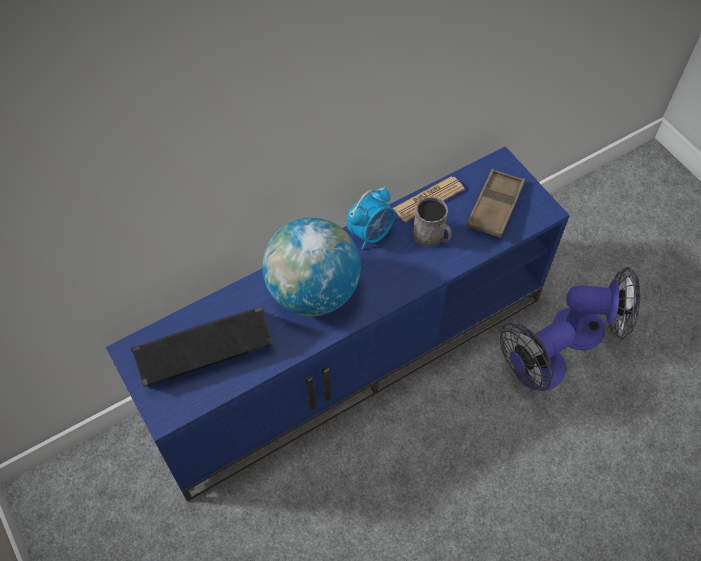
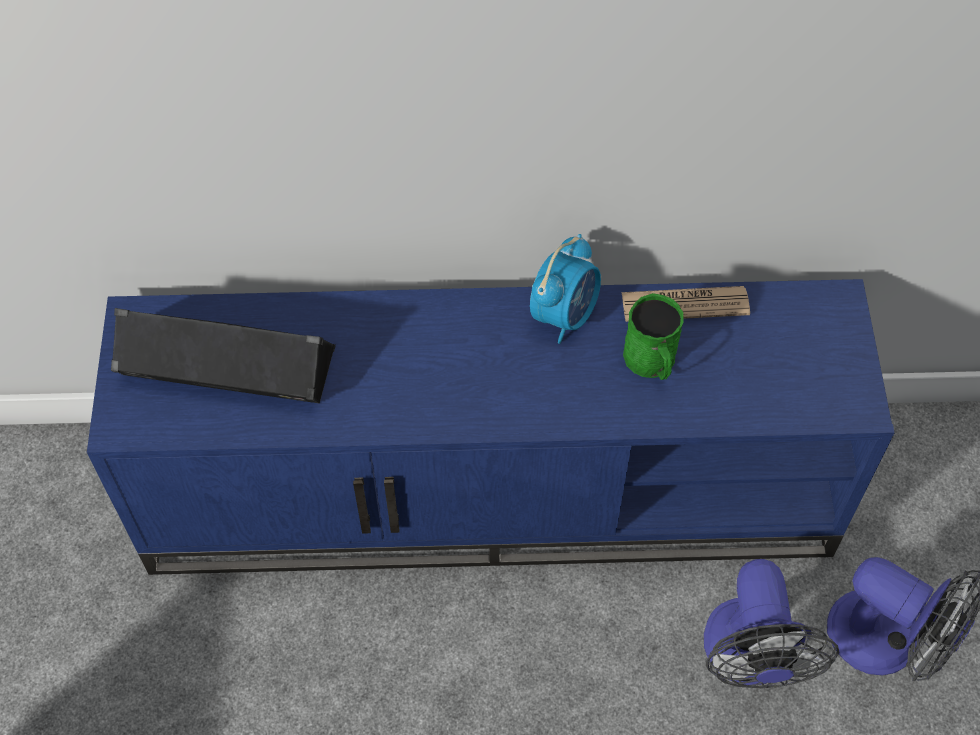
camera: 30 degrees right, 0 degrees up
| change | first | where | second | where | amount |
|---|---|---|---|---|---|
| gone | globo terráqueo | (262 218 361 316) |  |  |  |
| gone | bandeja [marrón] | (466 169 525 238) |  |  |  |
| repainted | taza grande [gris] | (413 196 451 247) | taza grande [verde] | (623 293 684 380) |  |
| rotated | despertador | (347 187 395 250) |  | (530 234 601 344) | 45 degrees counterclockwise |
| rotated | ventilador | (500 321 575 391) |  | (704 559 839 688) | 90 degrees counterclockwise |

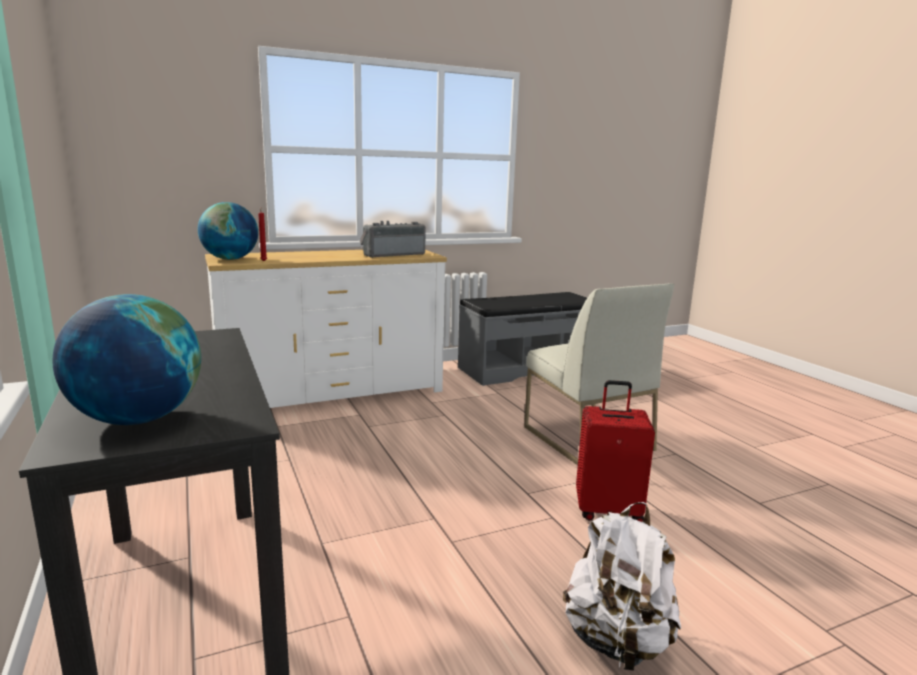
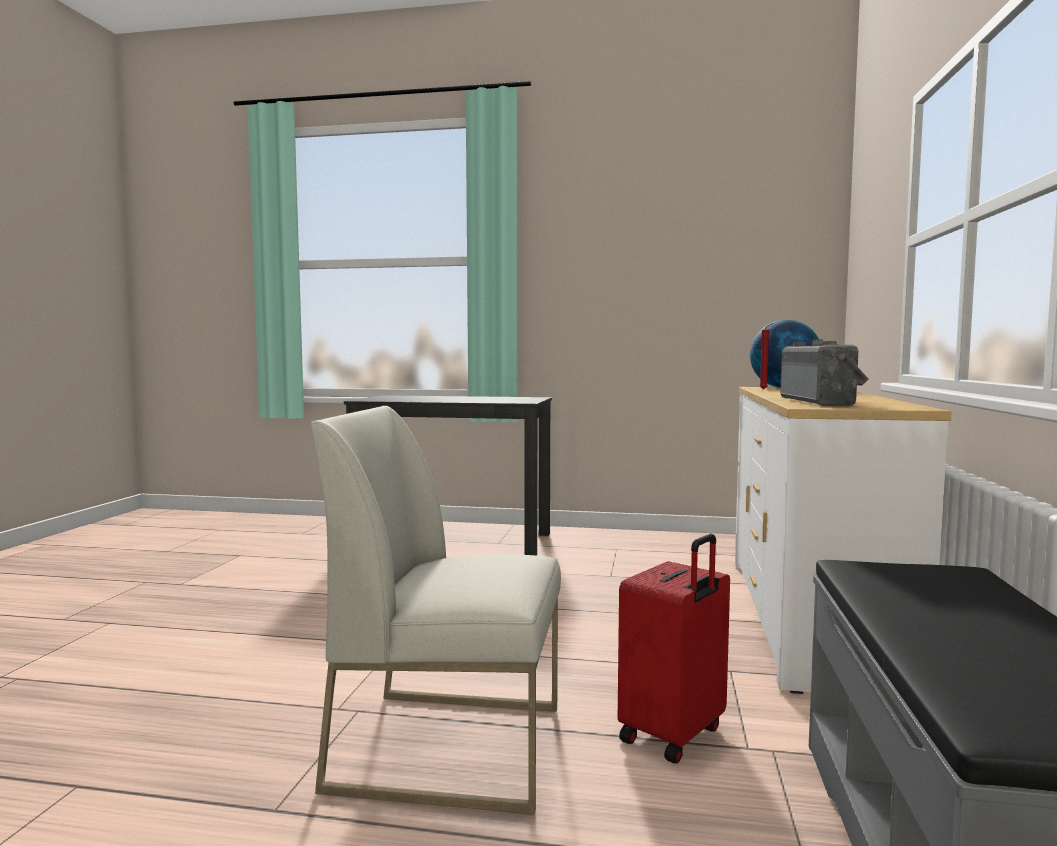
camera: 125 degrees right, 10 degrees down
| change | first | where | second | where | amount |
|---|---|---|---|---|---|
| gone | globo terráqueo | (52 294 201 425) |  |  |  |
| gone | mochila [blanco] | (563 502 681 671) |  |  |  |
| shifted | maleta [rojo] | (576 380 655 522) |  | (618 534 730 763) |  |

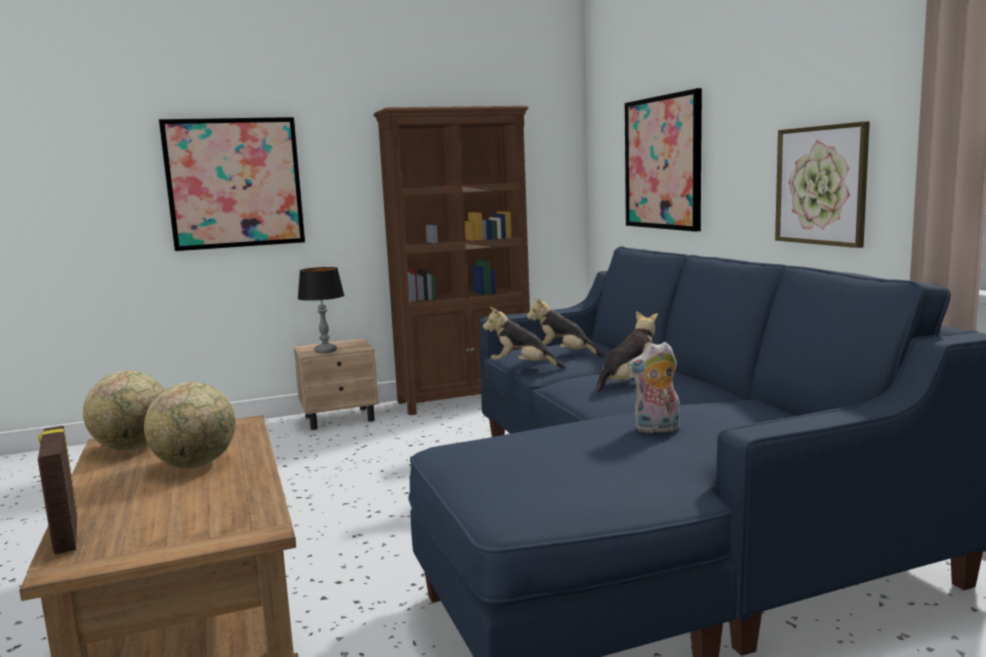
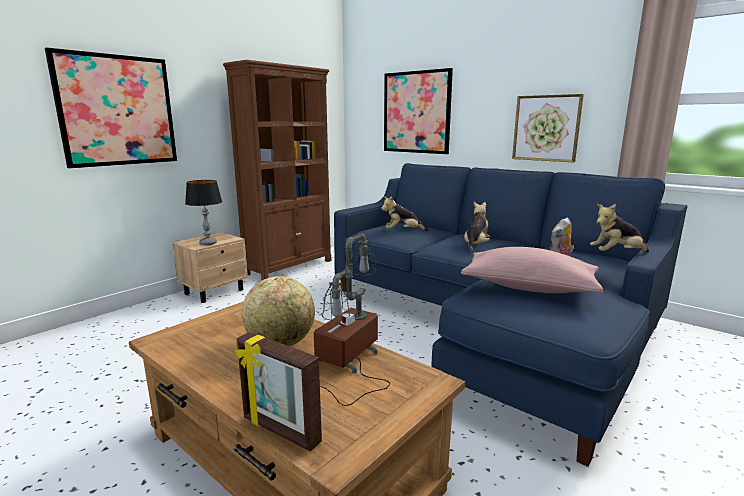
camera: 30 degrees left, 5 degrees up
| change | first | where | second | where | amount |
|---|---|---|---|---|---|
| gone | globo terráqueo | (83 371 165 450) |  |  |  |
| new |  |  | lámpara de mesa | (314 233 390 406) |  |
| new |  |  | cojín [rosa] | (461 247 603 293) |  |
| shifted | peluche | (483 307 566 369) |  | (590 204 649 252) |  |

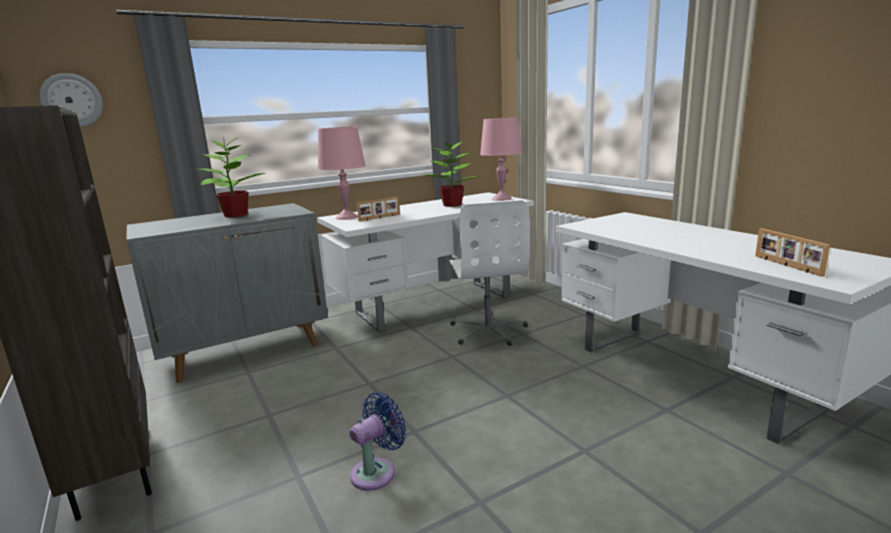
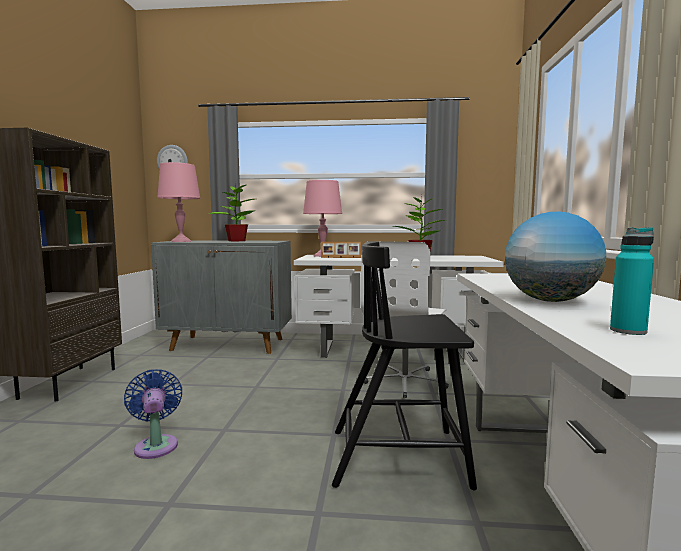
camera: 35 degrees right, 10 degrees down
| change | first | where | second | where | amount |
|---|---|---|---|---|---|
| new |  |  | silla [negro] | (332 242 477 490) |  |
| new |  |  | globo terráqueo | (505 211 606 302) |  |
| shifted | lámpara de mesa [rosa] | (480 117 523 201) |  | (157 162 201 242) |  |
| swapped | portarretratos | (755 228 830 277) | botella [turquesa] | (610 227 654 335) |  |
| rotated | ventilador [azul] | (349 392 407 491) |  | (124 369 182 459) | 105 degrees counterclockwise |

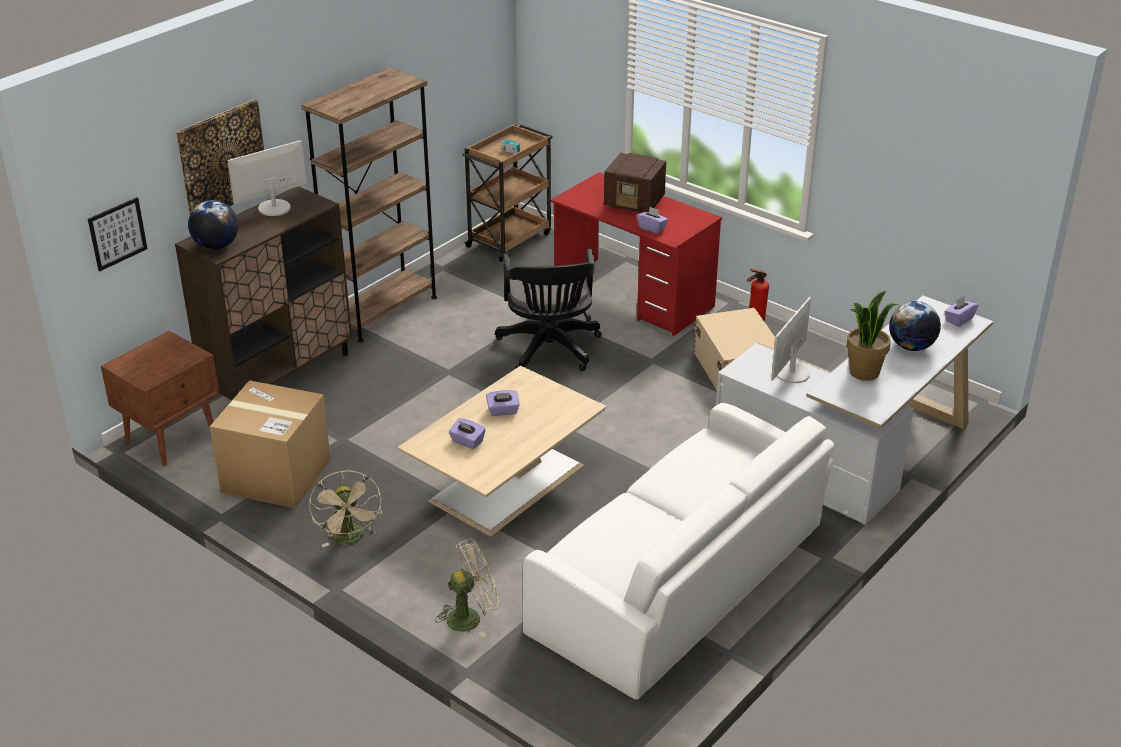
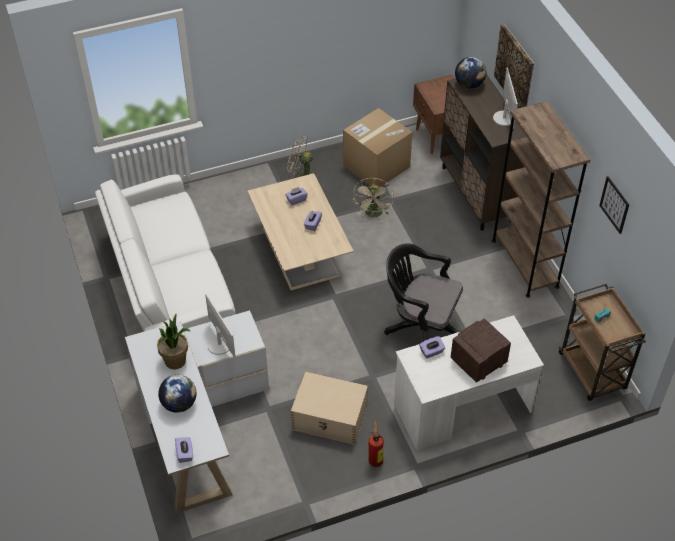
camera: 120 degrees right, 15 degrees up
| change | first | where | second | where | amount |
|---|---|---|---|---|---|
| shifted | cuadro | (88 197 148 271) |  | (599 176 629 234) |  |
| shifted | ventilador [beis] | (435 539 499 637) |  | (353 178 394 217) |  |
| repainted | escritorio [rojo] | (551 172 722 336) | escritorio [blanco] | (394 315 544 450) |  |

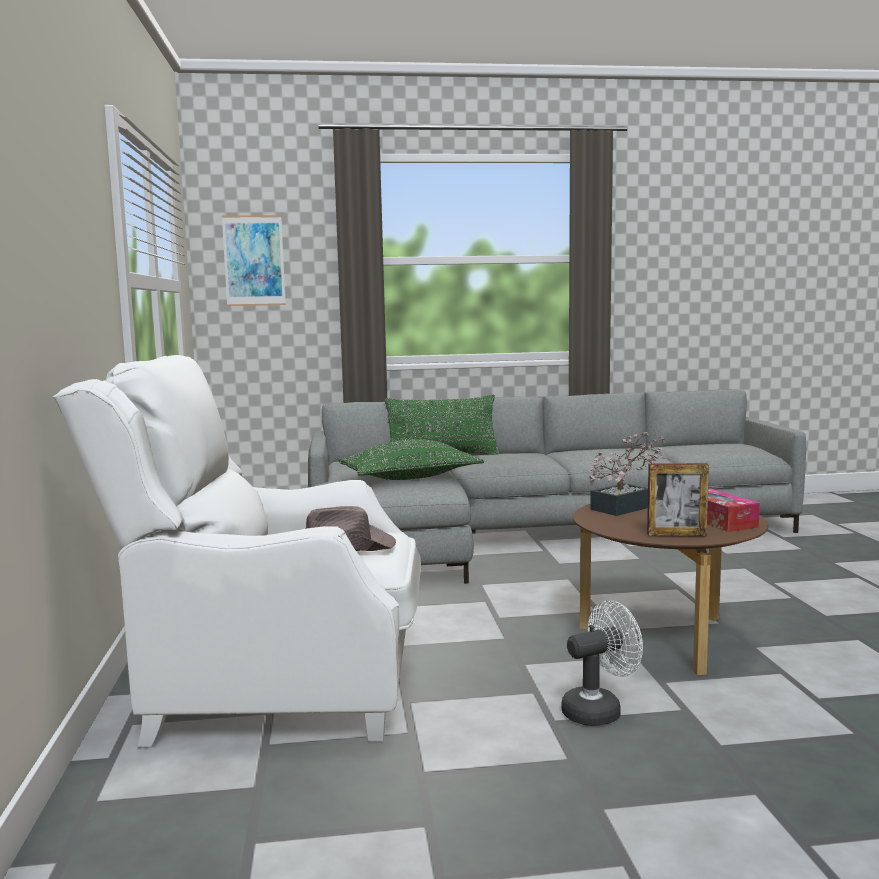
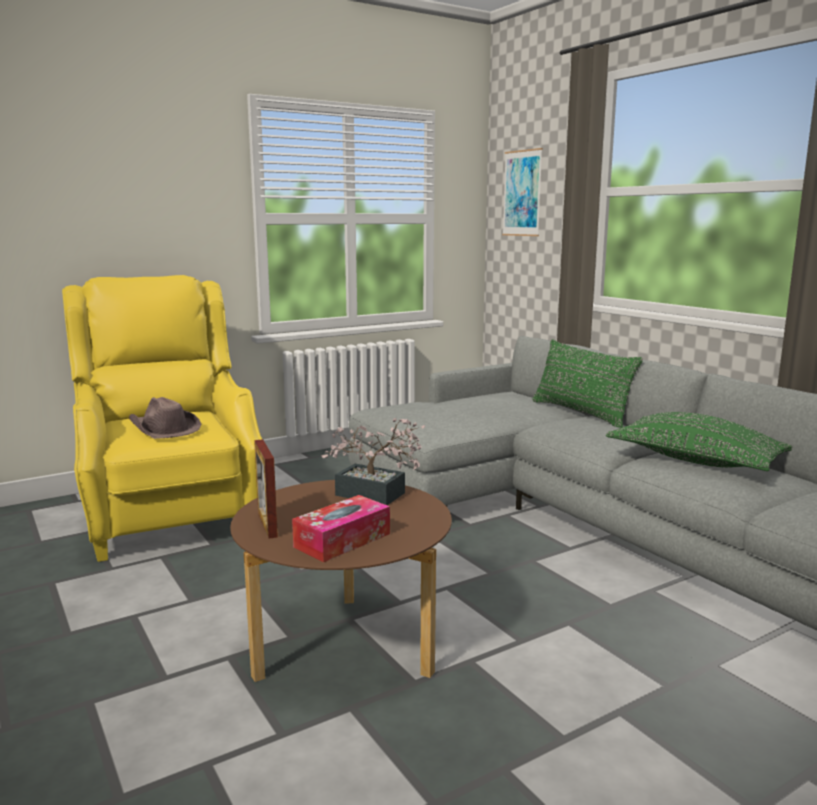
camera: 65 degrees right, 5 degrees up
| change | first | where | second | where | amount |
|---|---|---|---|---|---|
| gone | ventilador [blanco] | (561 600 643 726) |  |  |  |
| shifted | cojín [verde] | (339 439 484 480) |  | (606 412 792 471) |  |
| repainted | sillón [blanco] | (53 355 421 748) | sillón [amarillo] | (62 275 262 562) |  |

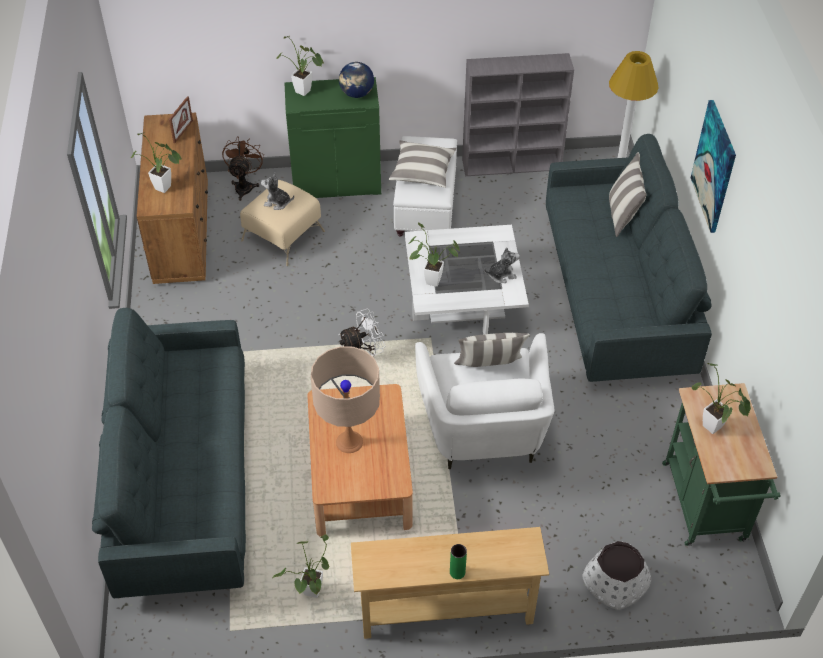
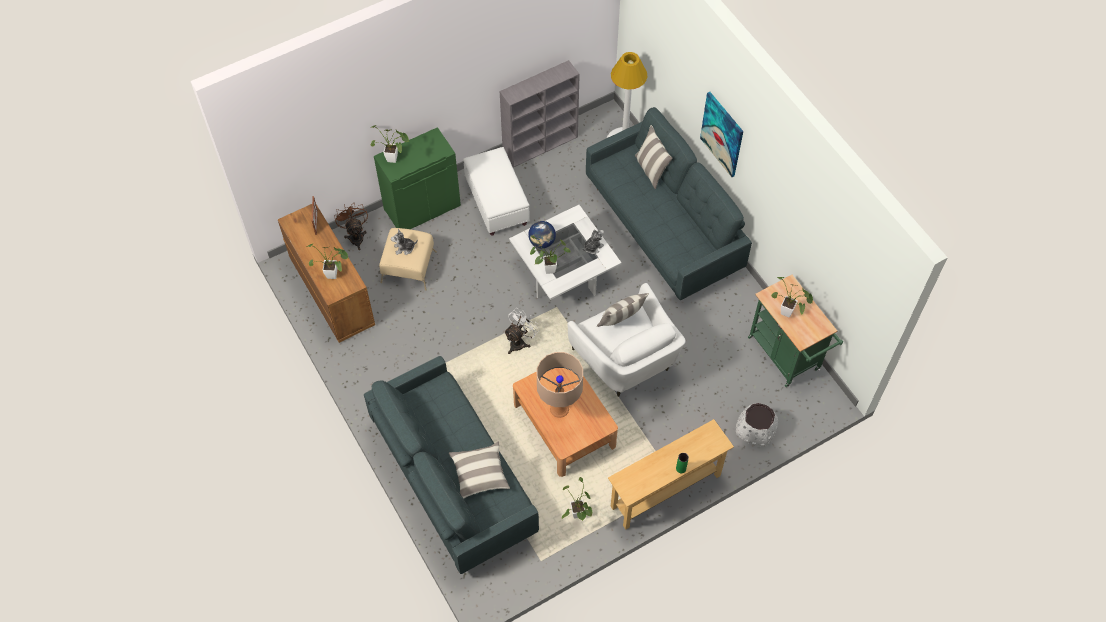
camera: 25 degrees left, 10 degrees up
| change | first | where | second | where | amount |
|---|---|---|---|---|---|
| shifted | globo terráqueo | (339 62 374 98) |  | (528 221 556 248) |  |
| shifted | cojín | (389 140 456 188) |  | (449 442 510 499) |  |

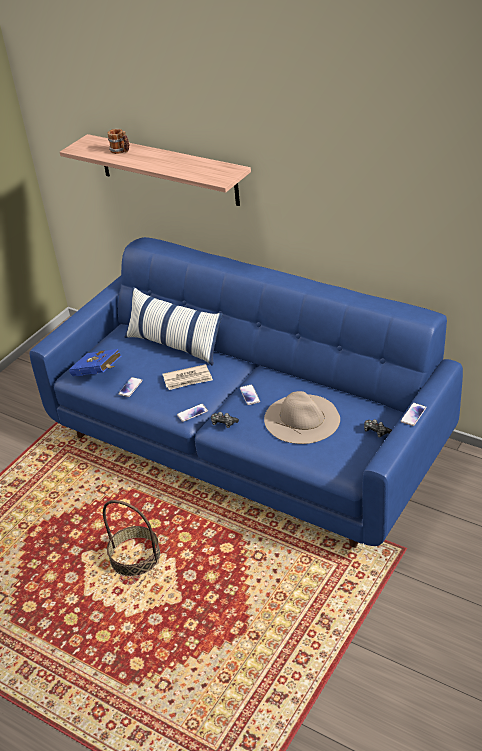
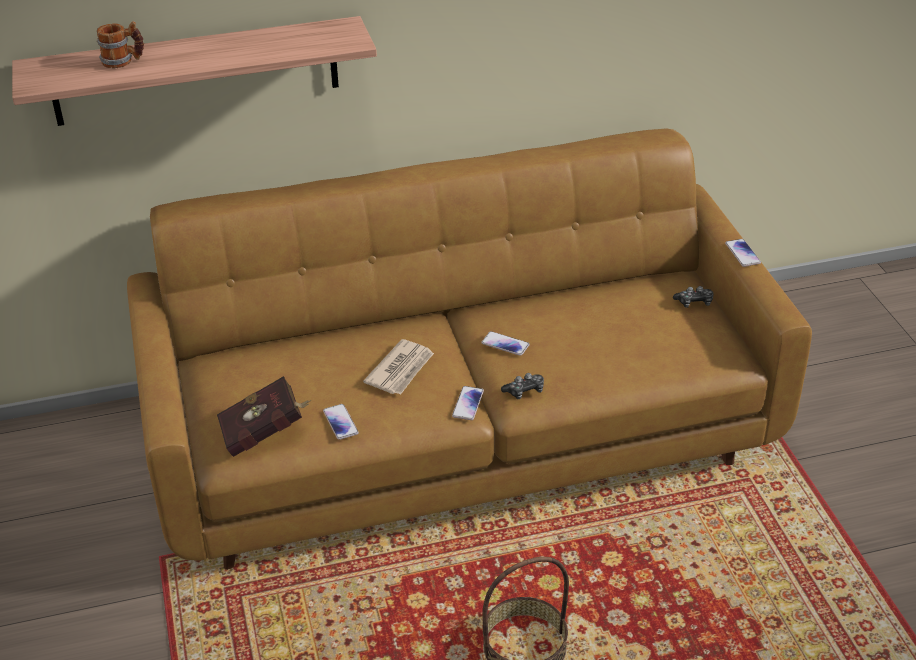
camera: 50 degrees left, 0 degrees up
| change | first | where | second | where | amount |
|---|---|---|---|---|---|
| gone | cojín | (125 287 223 366) |  |  |  |
| gone | sombrero [beis] | (264 391 340 444) |  |  |  |
| repainted | sofá [azul] | (30 237 463 548) | sofá [marrón] | (127 129 812 570) |  |
| repainted | libro [azul] | (69 349 121 376) | libro [rojo] | (217 376 311 457) |  |

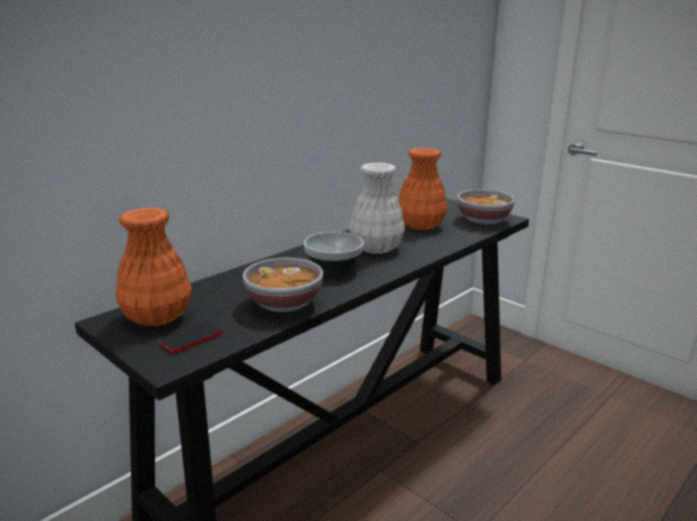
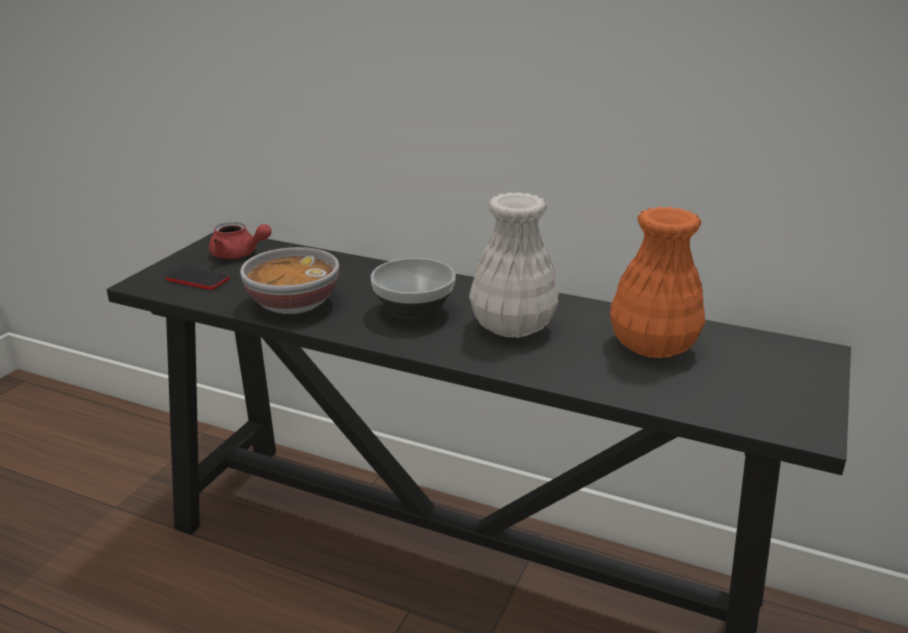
camera: 70 degrees right, 5 degrees up
| change | first | where | second | where | amount |
|---|---|---|---|---|---|
| gone | cuenco | (457 189 515 224) |  |  |  |
| swapped | florero [naranja] | (115 207 192 326) | tetera [rojo] | (209 222 272 259) |  |

